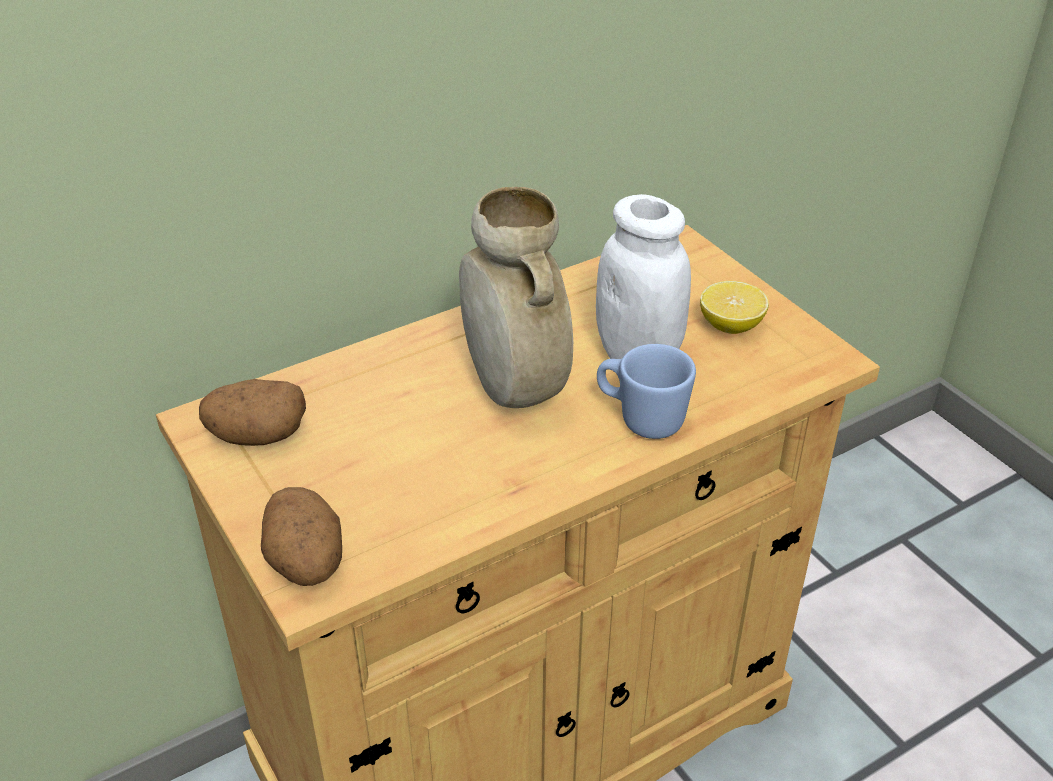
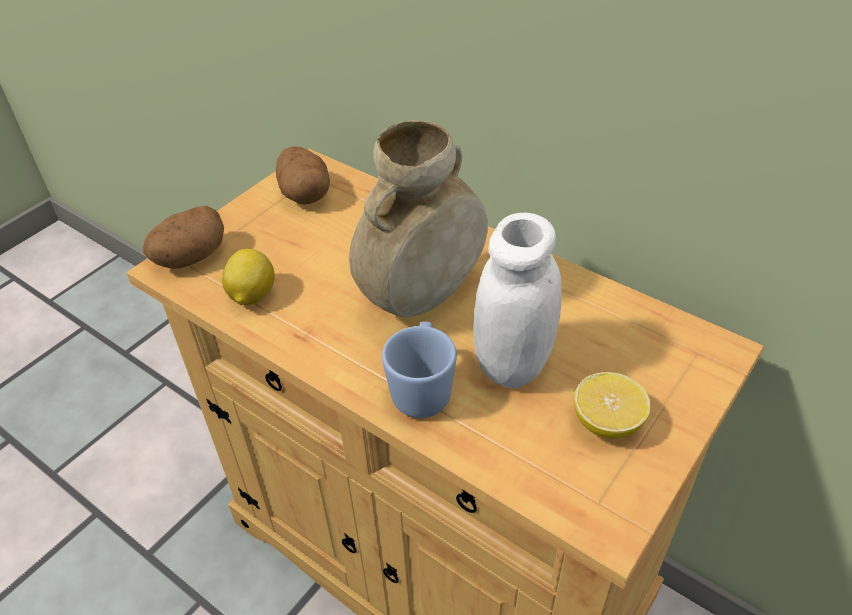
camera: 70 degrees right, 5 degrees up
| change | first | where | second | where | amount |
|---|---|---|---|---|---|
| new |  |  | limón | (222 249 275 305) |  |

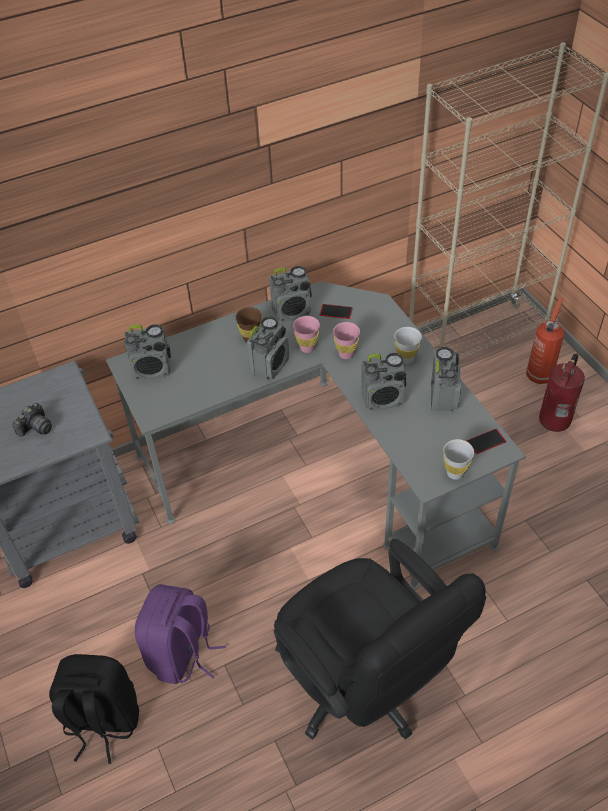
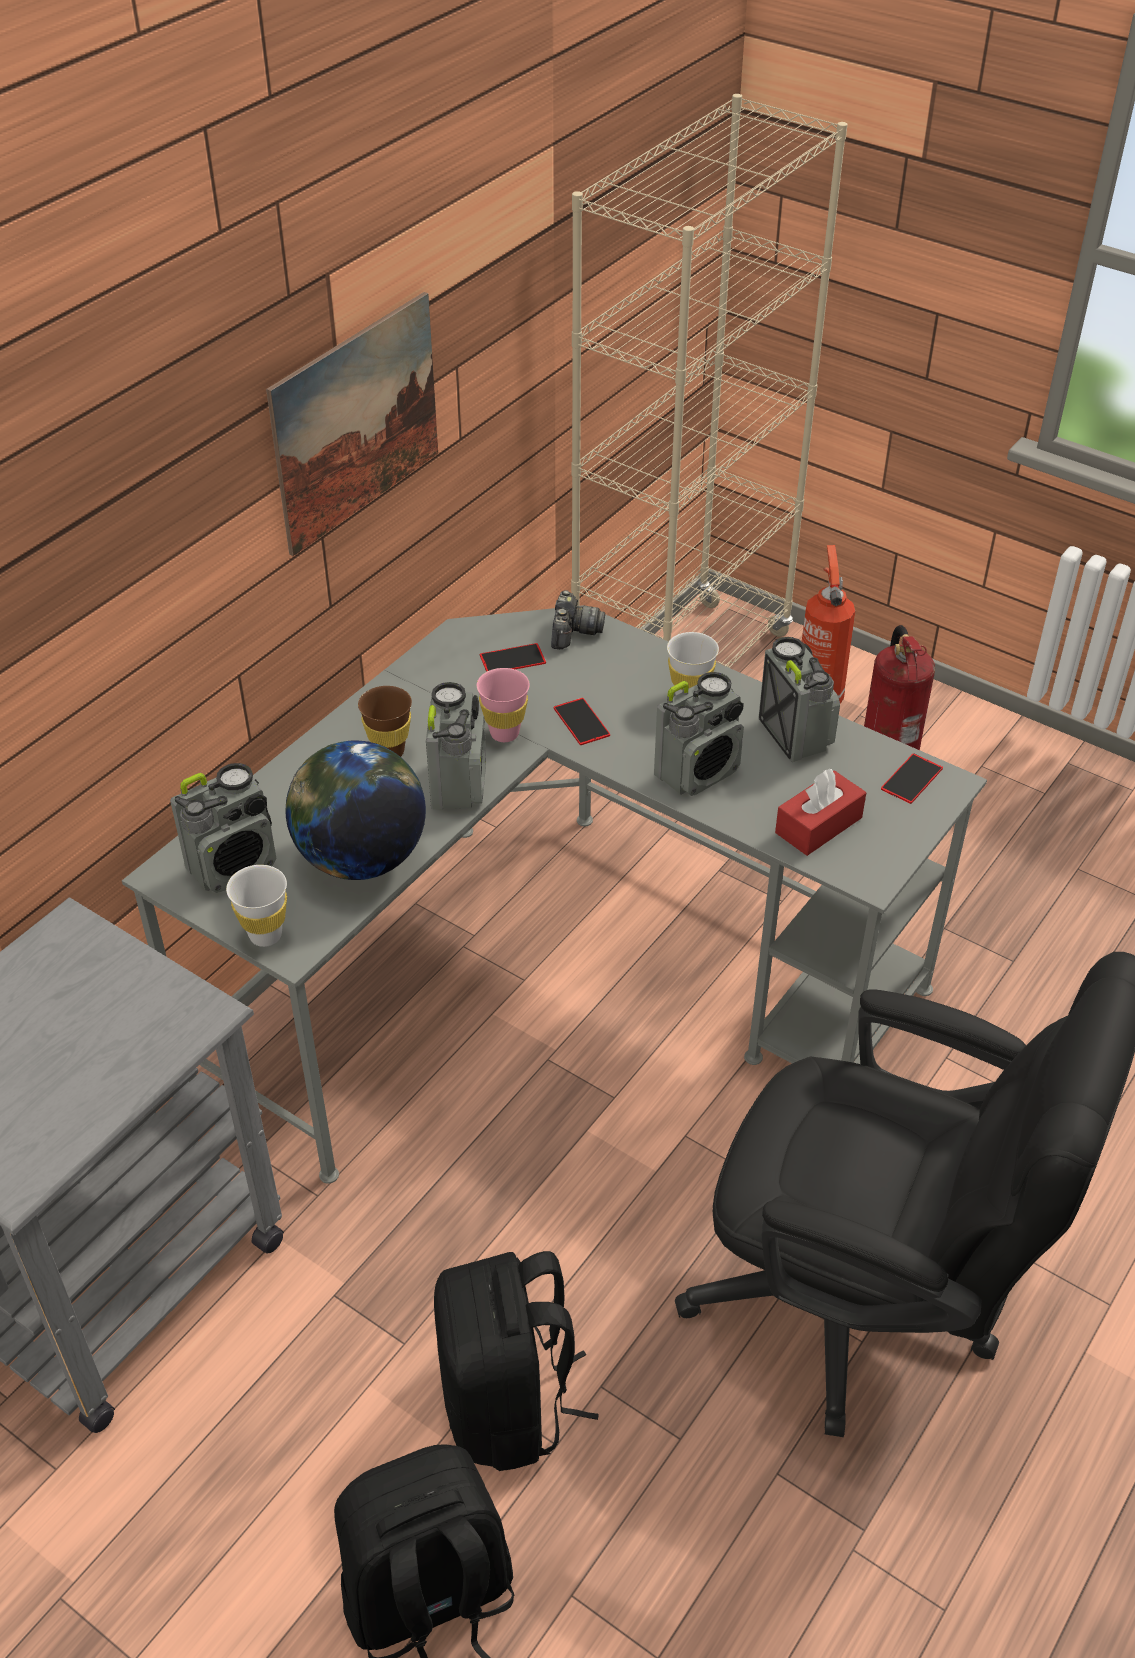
camera: 30 degrees left, 5 degrees down
| change | first | where | second | where | amount |
|---|---|---|---|---|---|
| gone | radio | (269 266 312 322) |  |  |  |
| new |  |  | cuadro | (266 292 438 556) |  |
| new |  |  | globo terráqueo | (285 741 426 880) |  |
| new |  |  | caja de pañuelos [rojo] | (775 769 866 856) |  |
| shifted | cámara | (13 403 52 437) |  | (551 590 605 649) |  |
| shifted | taza [blanco] | (443 439 474 480) |  | (226 865 287 947) |  |
| swapped | taza [rosa] | (333 322 360 359) | móvil | (554 698 610 745) |  |
| repainted | mochila [morado] | (135 584 226 684) | mochila [negro] | (434 1251 599 1471) |  |

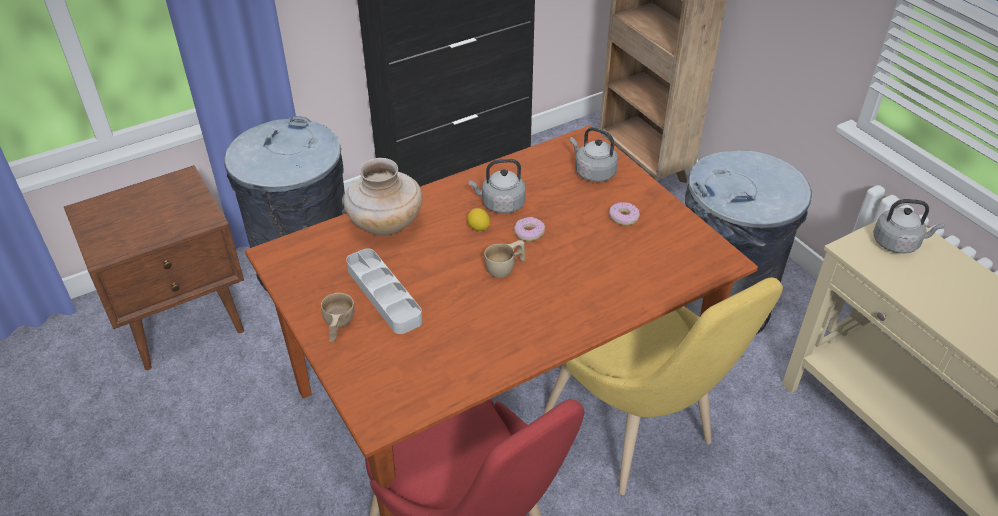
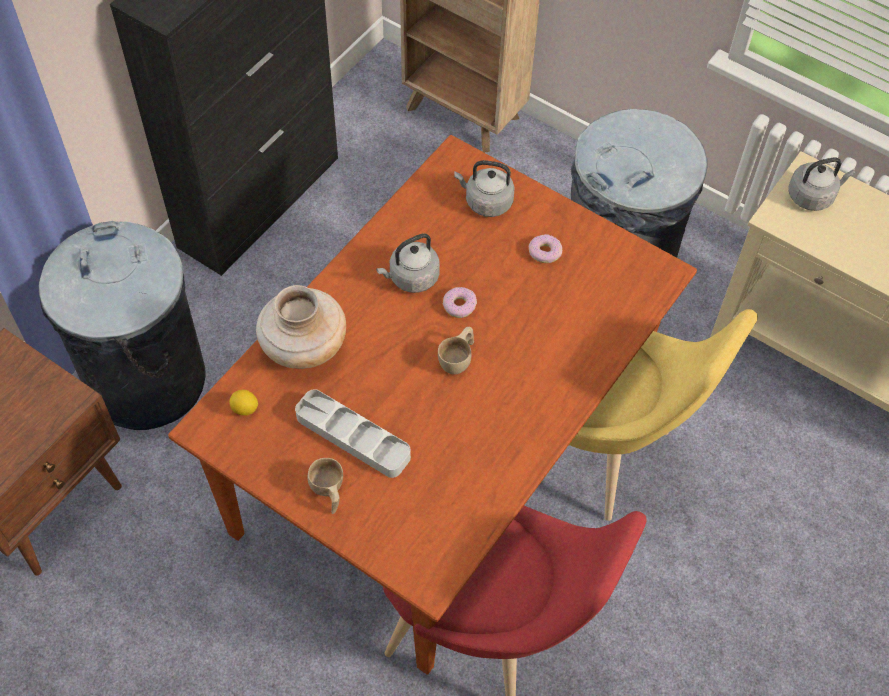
camera: 25 degrees left, 15 degrees up
| change | first | where | second | where | amount |
|---|---|---|---|---|---|
| shifted | limón | (467 208 490 231) |  | (229 390 258 416) |  |

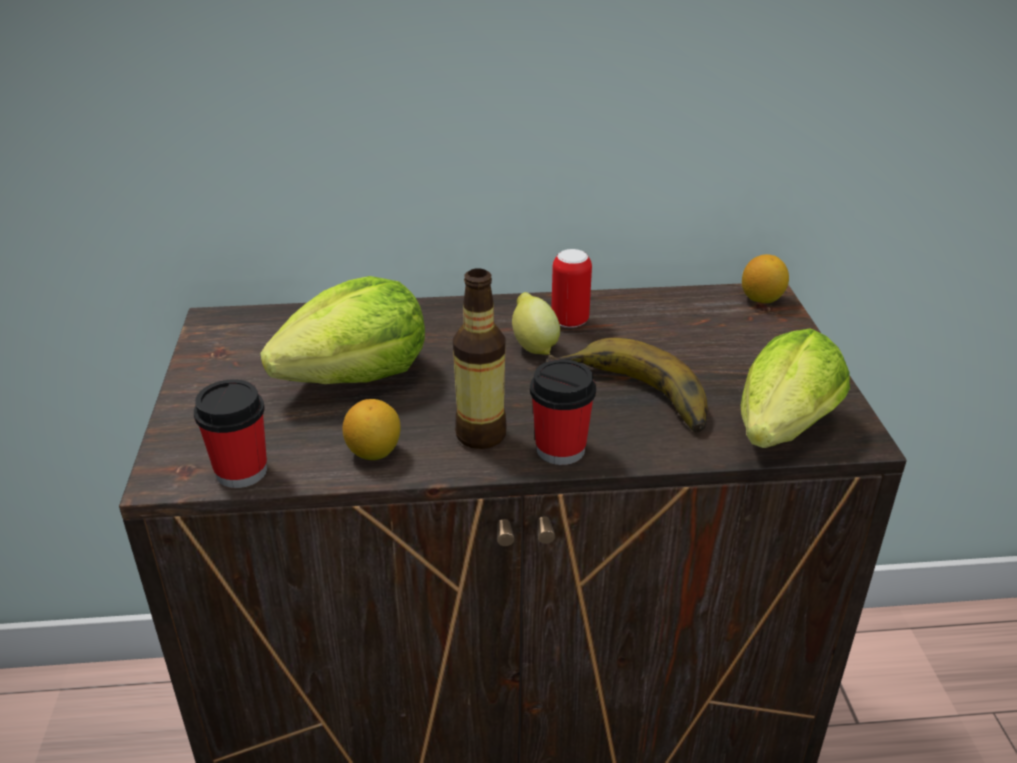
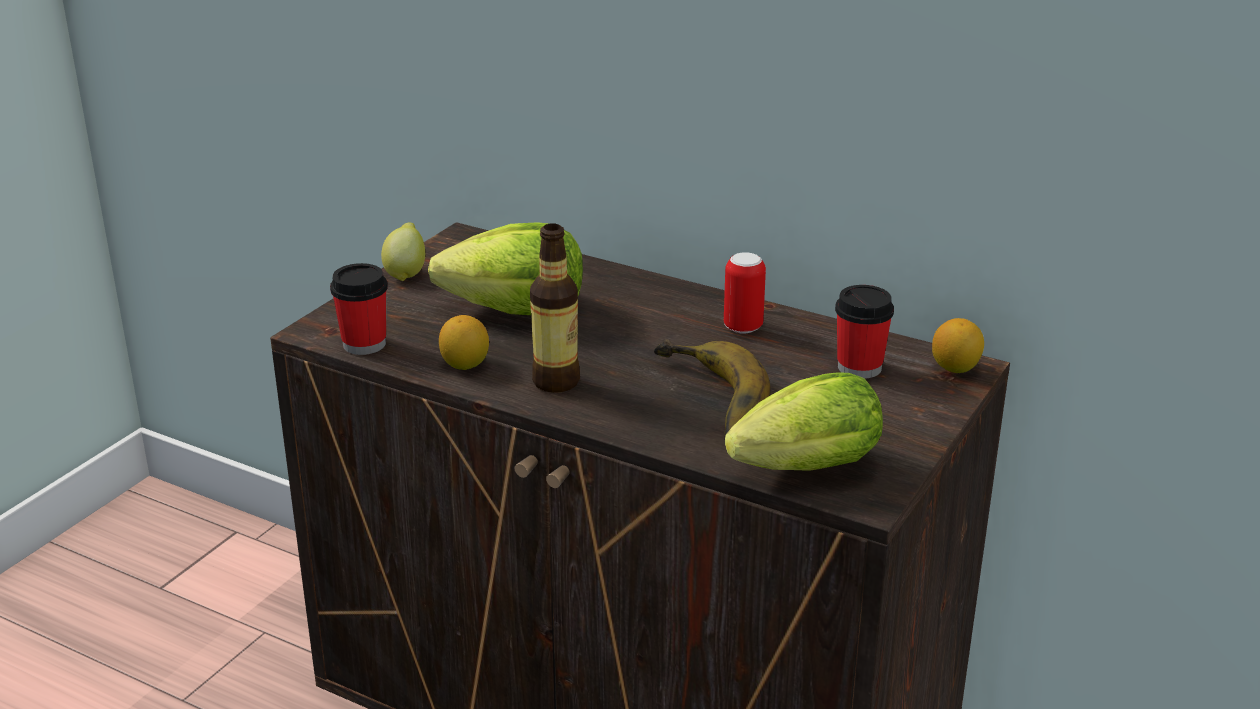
camera: 35 degrees right, 5 degrees down
| change | first | where | second | where | amount |
|---|---|---|---|---|---|
| shifted | limón | (512 292 560 355) |  | (381 222 425 281) |  |
| shifted | taza | (530 359 596 465) |  | (835 285 894 379) |  |

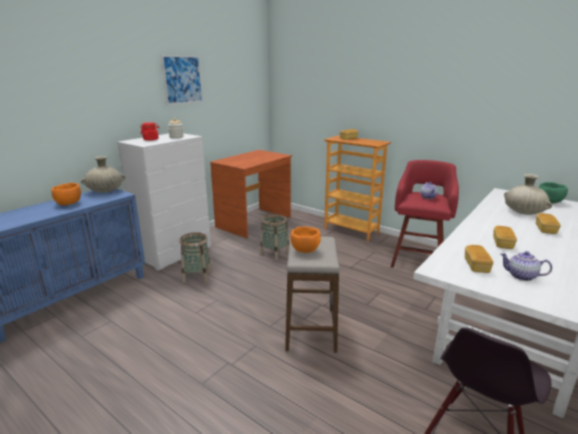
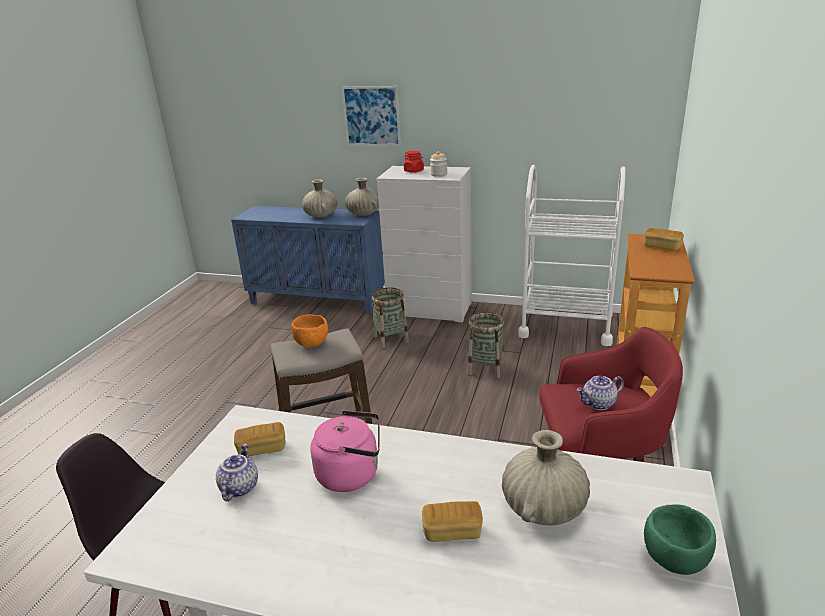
camera: 70 degrees right, 5 degrees up
| change | first | where | second | where | amount |
|---|---|---|---|---|---|
| shifted | cuadro | (161 55 203 105) |  | (342 86 401 146) |  |
| swapped | cuenco [naranja] | (51 183 81 205) | florero [beis] | (302 179 337 218) |  |
| swapped | escritorio [marrón] | (210 150 292 238) | carrito [blanco] | (518 165 626 346) |  |
| swapped | pan | (493 226 517 249) | hervidor [rosa] | (310 410 380 492) |  |

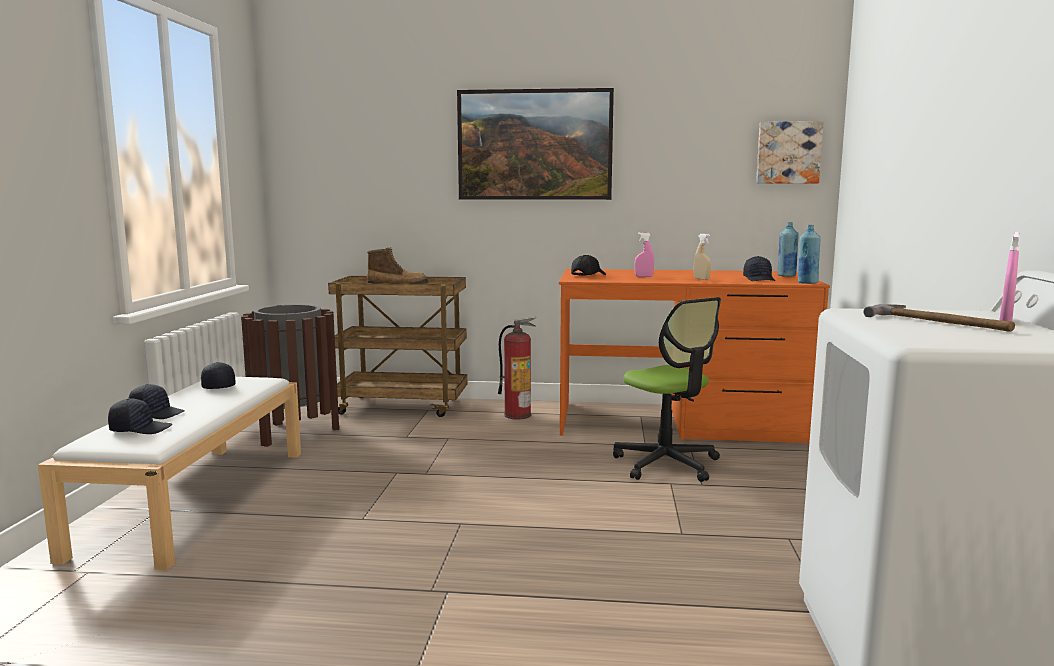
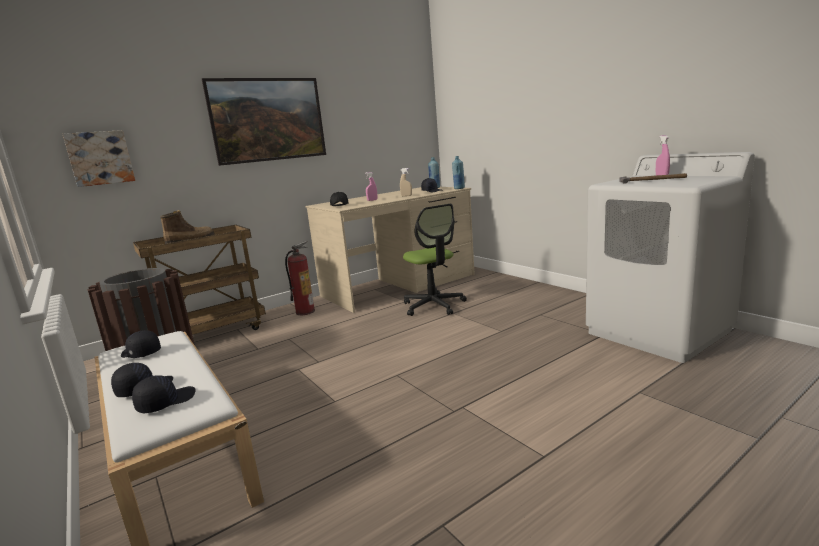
camera: 40 degrees left, 5 degrees up
| change | first | where | second | where | amount |
|---|---|---|---|---|---|
| shifted | cuadro | (756 121 823 184) |  | (63 130 135 187) |  |
| repainted | escritorio [naranja] | (559 269 830 443) | escritorio [beis] | (305 187 475 313) |  |
| rotated | silla de oficina | (613 297 721 482) |  | (403 204 467 316) | 45 degrees clockwise |

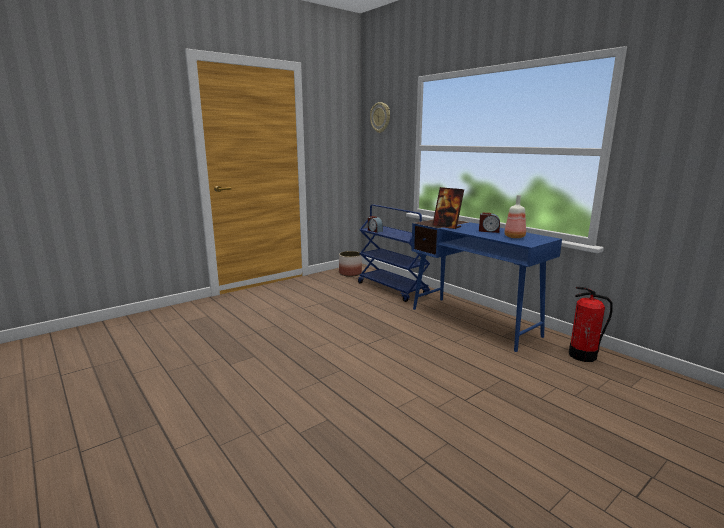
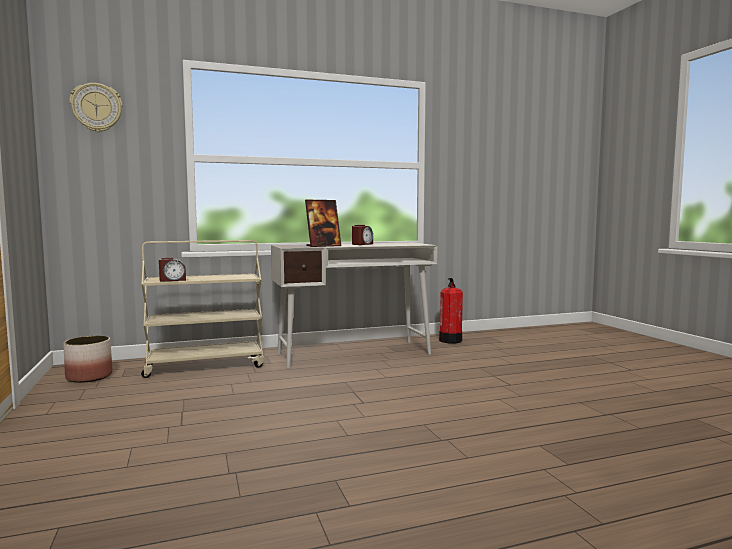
camera: 70 degrees left, 10 degrees down
| change | first | where | second | where | amount |
|---|---|---|---|---|---|
| gone | botella | (504 195 526 238) |  |  |  |
| repainted | carrito [azul] | (358 204 430 302) | carrito [beis] | (141 240 264 378) |  |
| repainted | escritorio [azul] | (411 220 562 352) | escritorio [blanco] | (271 243 438 368) |  |

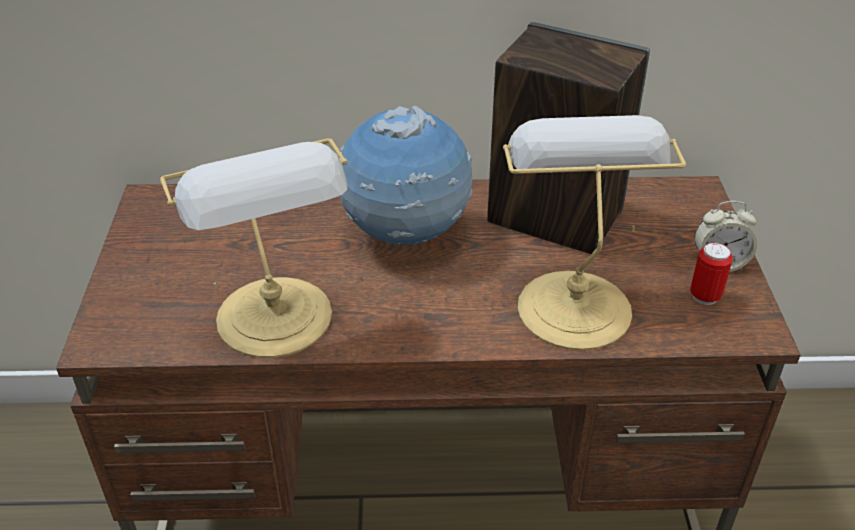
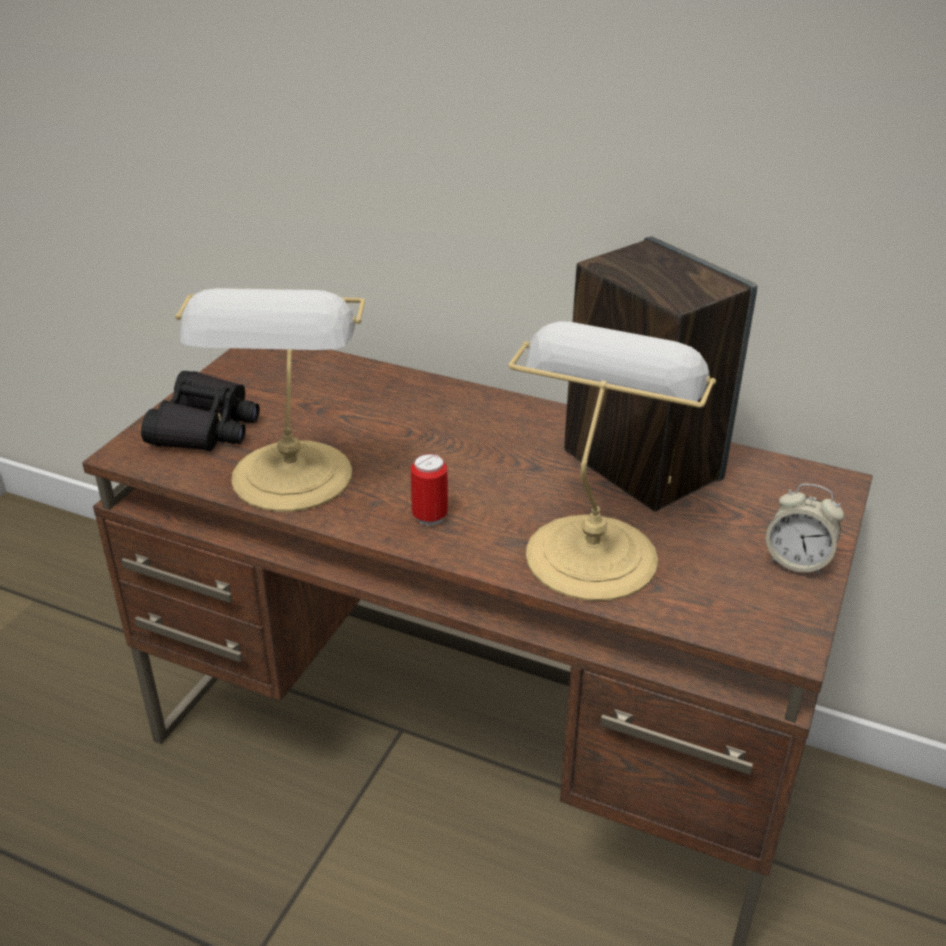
camera: 25 degrees right, 5 degrees down
| change | first | where | second | where | amount |
|---|---|---|---|---|---|
| gone | globo terráqueo | (339 106 473 245) |  |  |  |
| new |  |  | prismáticos [negro] | (141 371 260 451) |  |
| shifted | lata | (690 242 733 305) |  | (411 453 448 526) |  |

